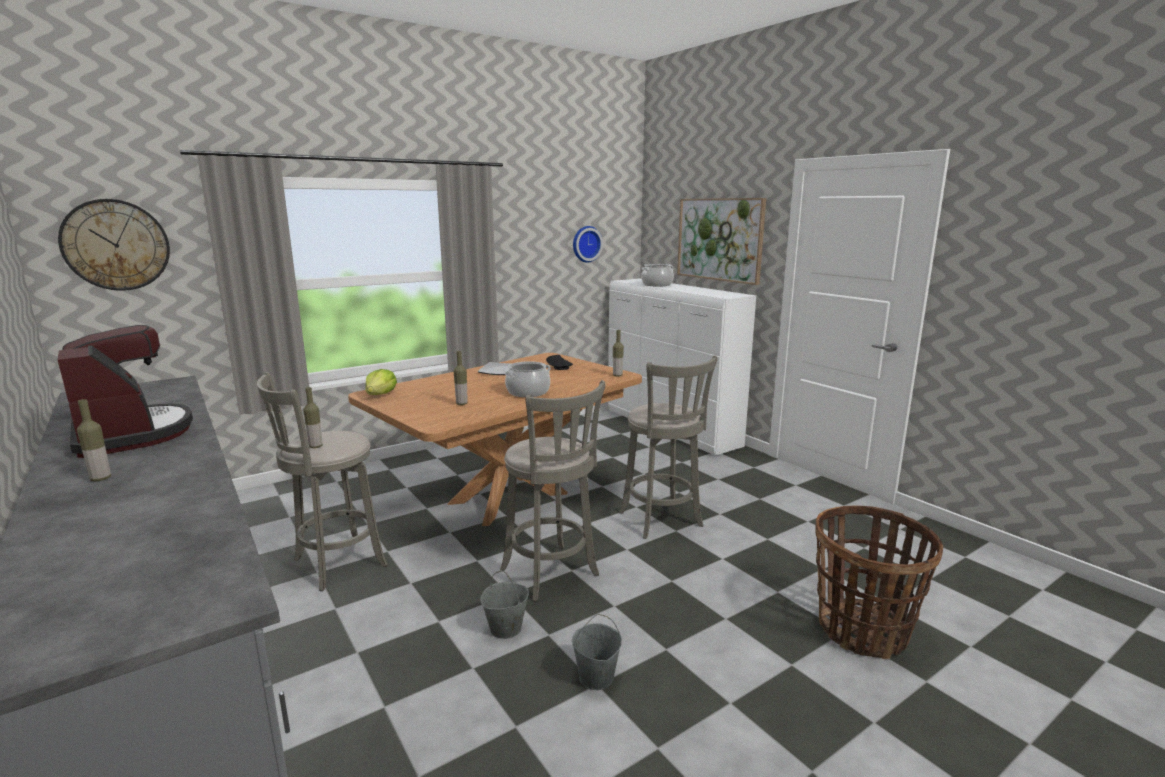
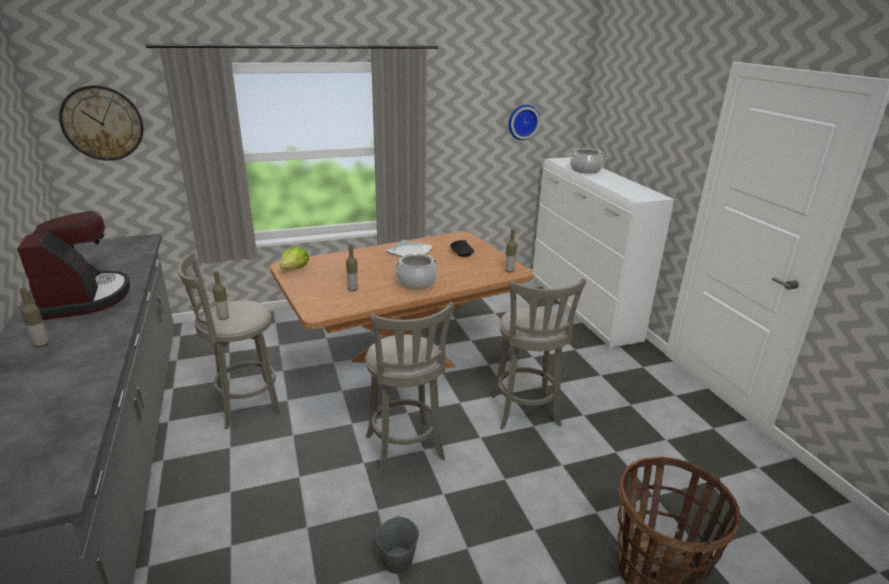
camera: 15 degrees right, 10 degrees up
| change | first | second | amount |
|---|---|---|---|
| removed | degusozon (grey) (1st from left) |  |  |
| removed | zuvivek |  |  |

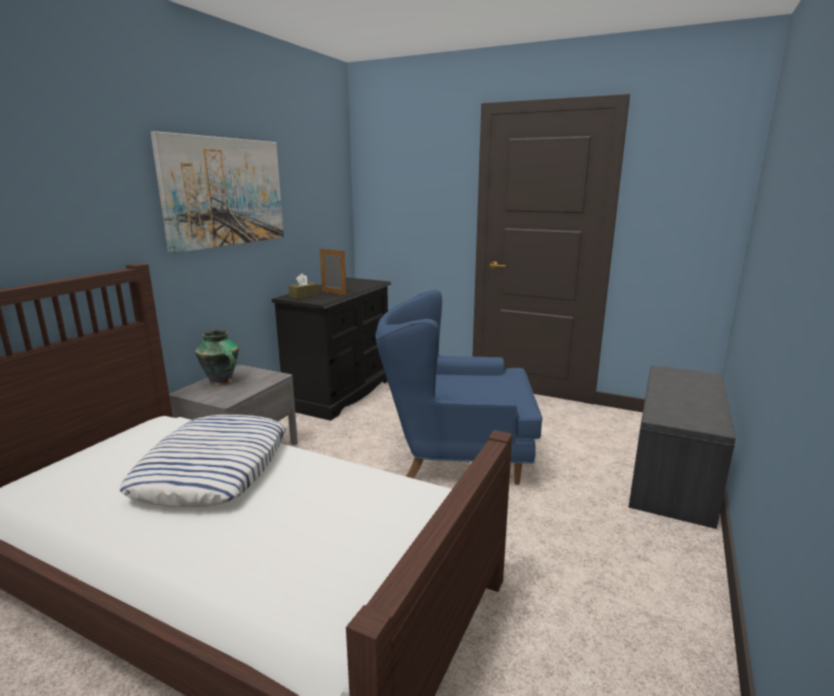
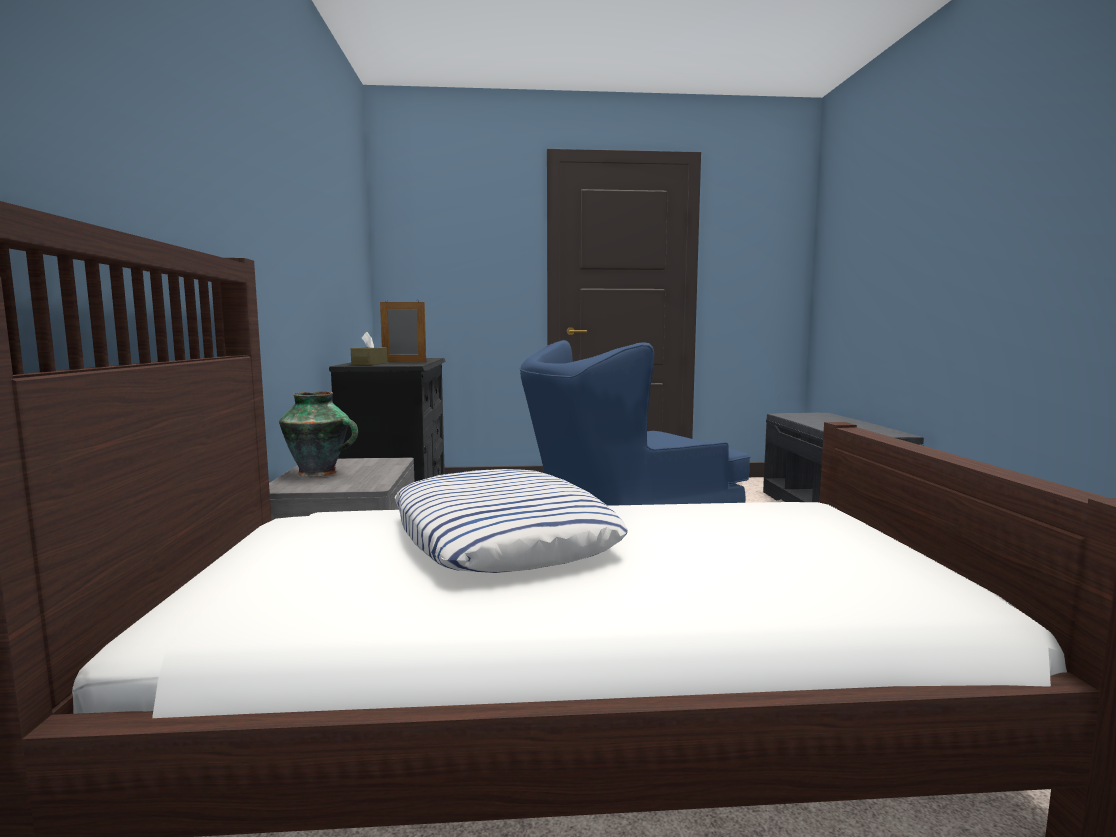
camera: 30 degrees left, 10 degrees down
| change | first | second | amount |
|---|---|---|---|
| removed | zuvivek |  |  |

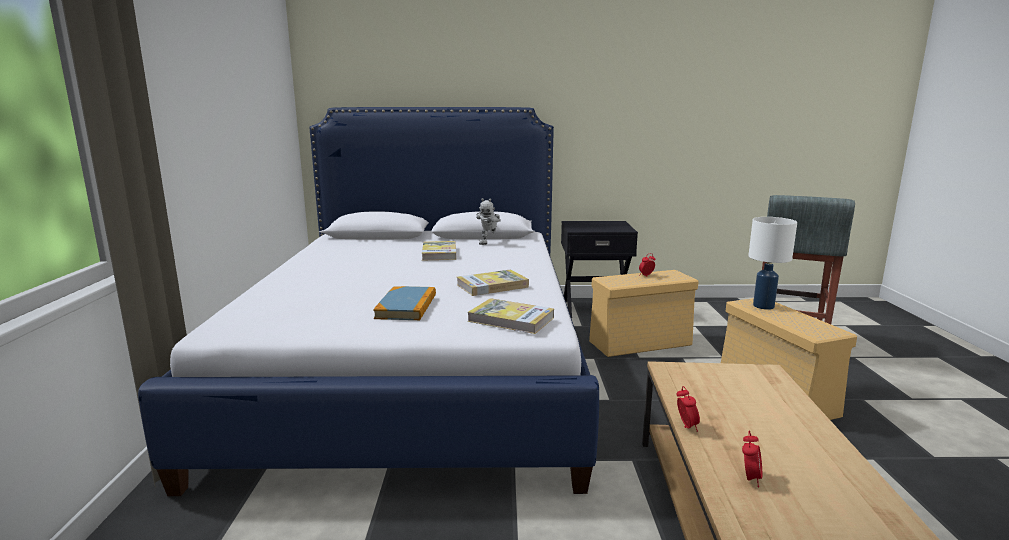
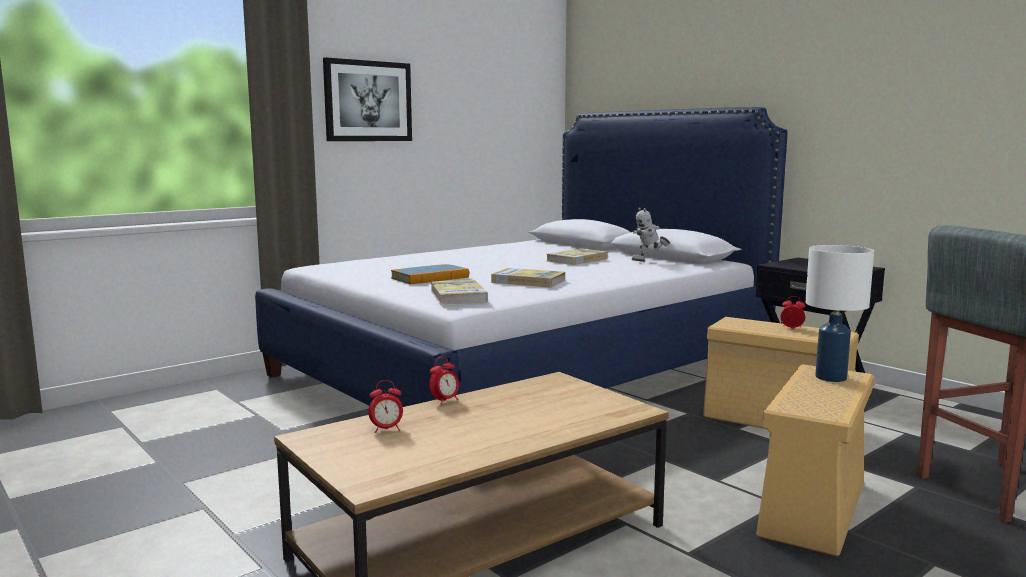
camera: 50 degrees right, 5 degrees down
| change | first | second | amount |
|---|---|---|---|
| added |  | zuvivek |  |

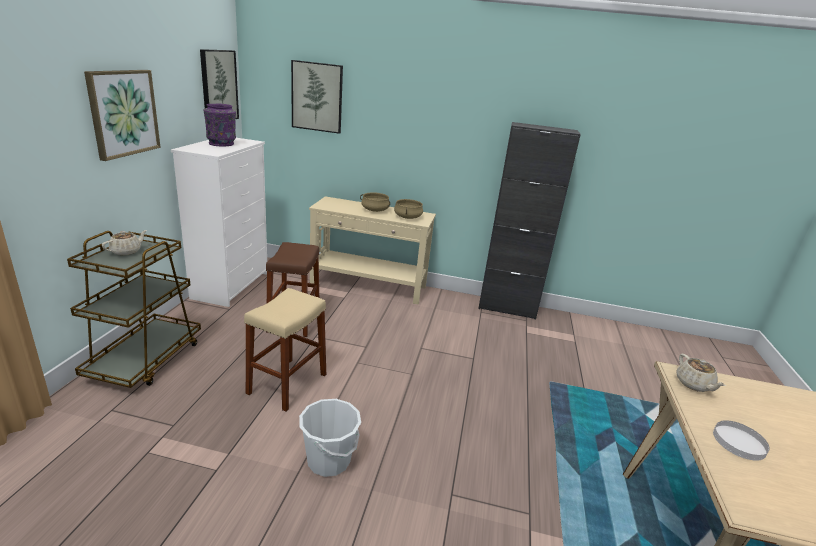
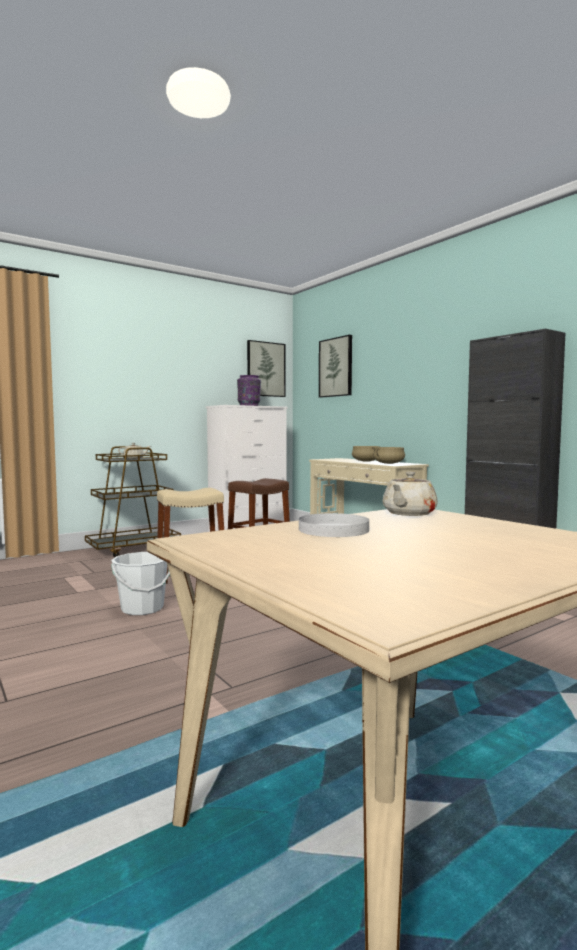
camera: 45 degrees right, 20 degrees down
| change | first | second | amount |
|---|---|---|---|
| removed | zuvivek (1st from left) |  |  |

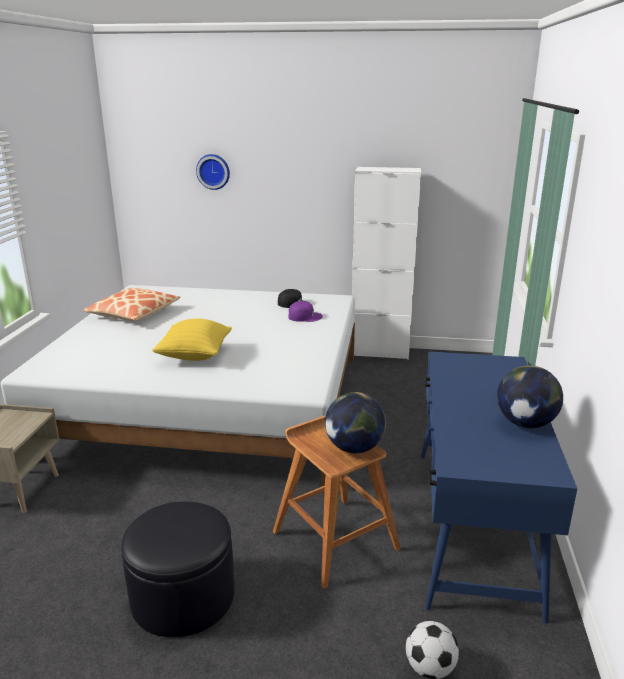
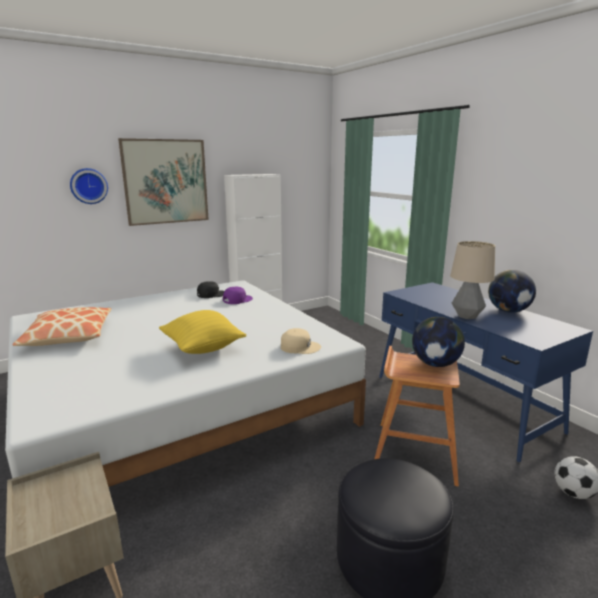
camera: 40 degrees left, 5 degrees down
| change | first | second | amount |
|---|---|---|---|
| added |  | zuvivek |  |
| added |  | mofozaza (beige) |  |
| added |  | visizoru |  |

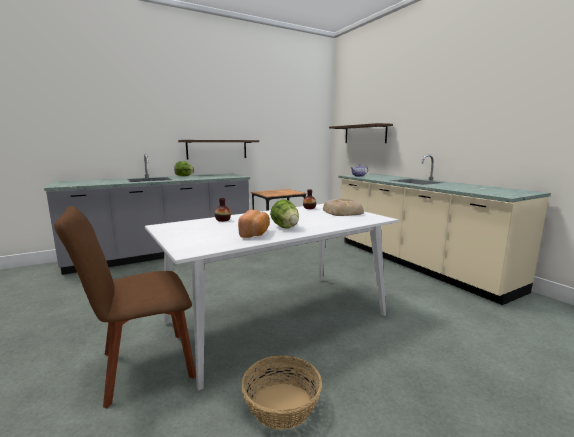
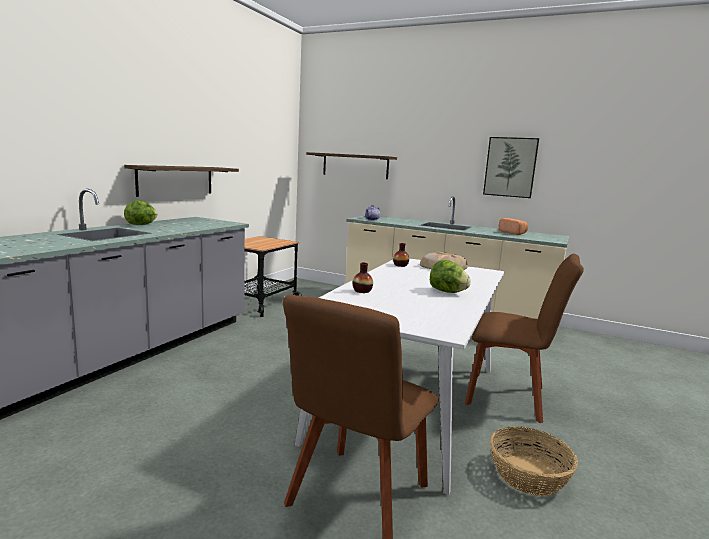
camera: 35 degrees left, 0 degrees up
| change | first | second | amount |
|---|---|---|---|
| moved | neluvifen (1st from left in the first image) | neluvifen (2nd from left) |  |
| added |  | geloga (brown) (2nd from left) |  |
| added |  | zuvivek |  |

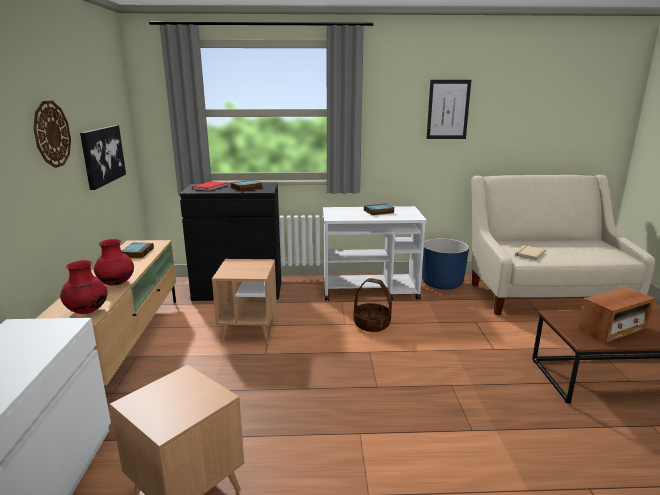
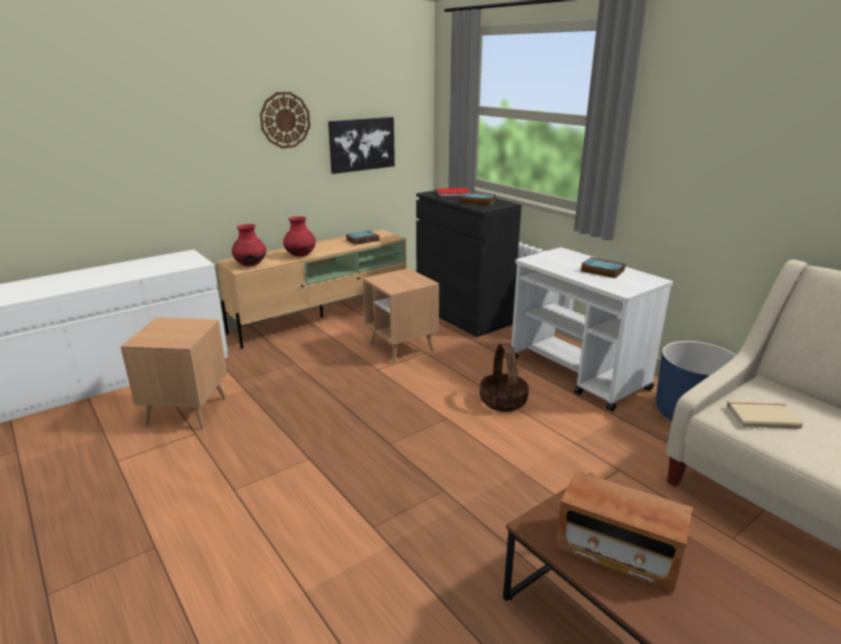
camera: 55 degrees right, 5 degrees up
| change | first | second | amount |
|---|---|---|---|
| removed | zuvivek (2nd from left) |  |  |

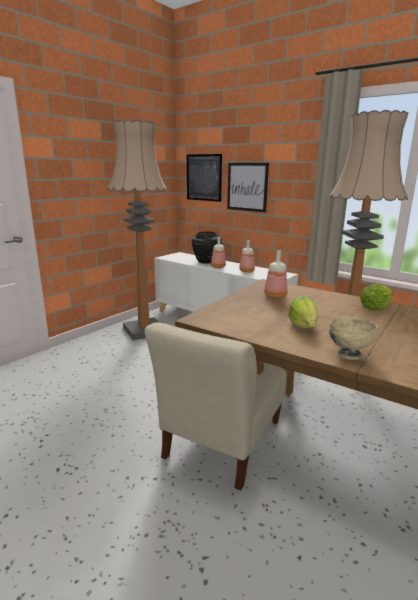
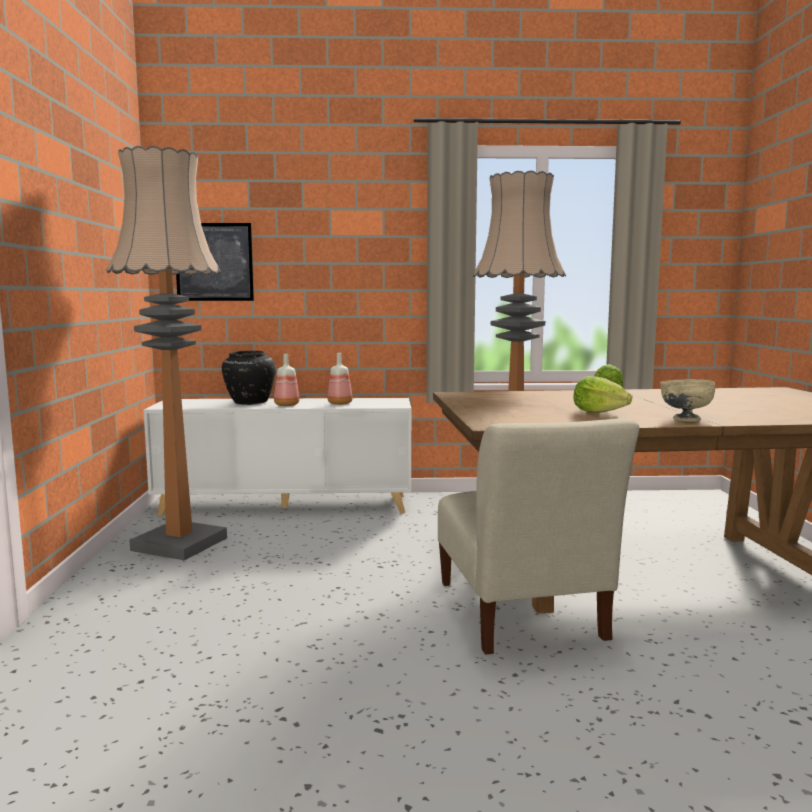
camera: 40 degrees left, 10 degrees down
| change | first | second | amount |
|---|---|---|---|
| removed | zuvivek (2nd from left) |  |  |
| removed | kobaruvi (3rd from left) |  |  |

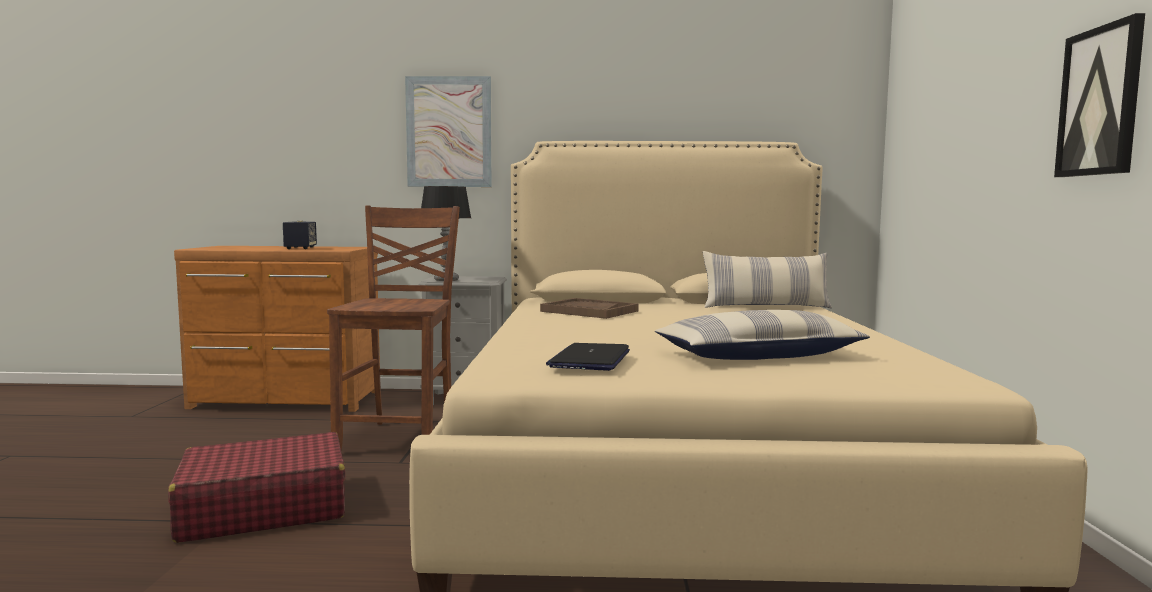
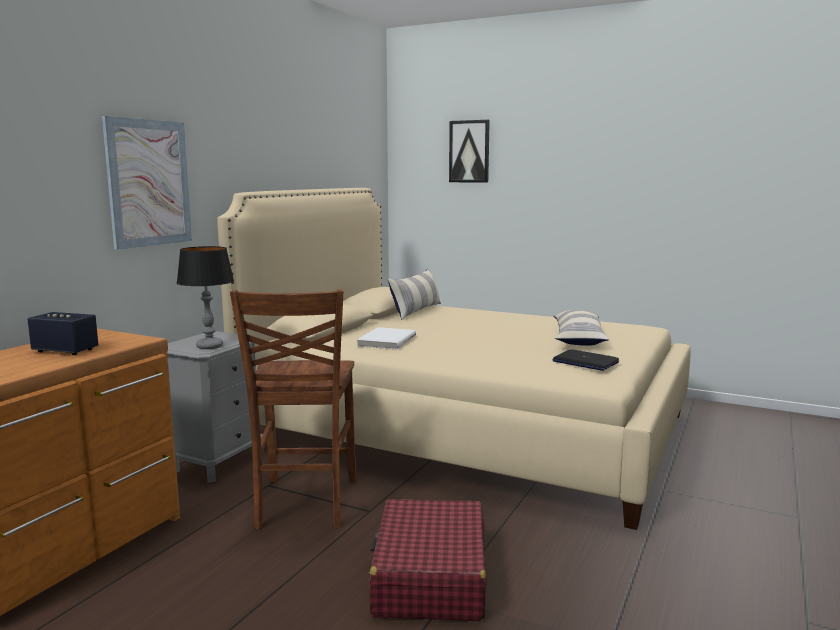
camera: 65 degrees left, 5 degrees up
| change | first | second | amount |
|---|---|---|---|
| turned | geloga (brown) |  | 120 degrees counterclockwise |
| replaced | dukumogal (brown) | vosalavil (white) |  |
| moved | zuvivek (2nd from left) |  |  |

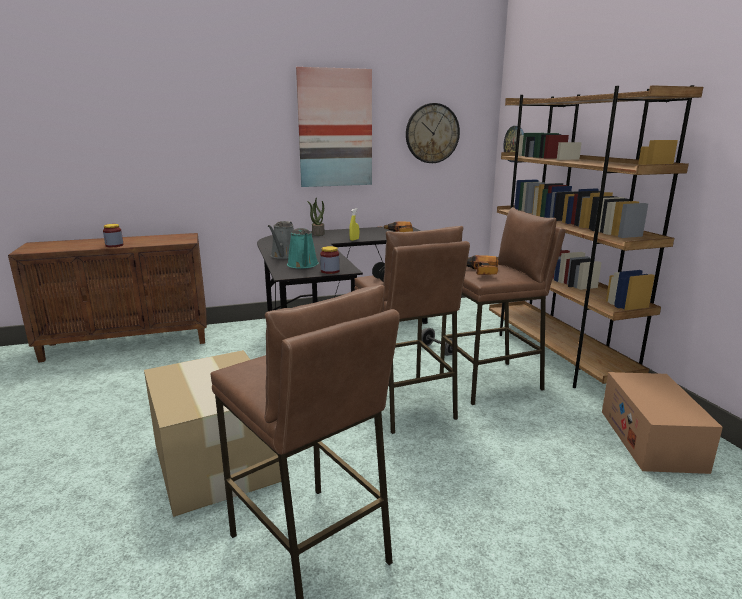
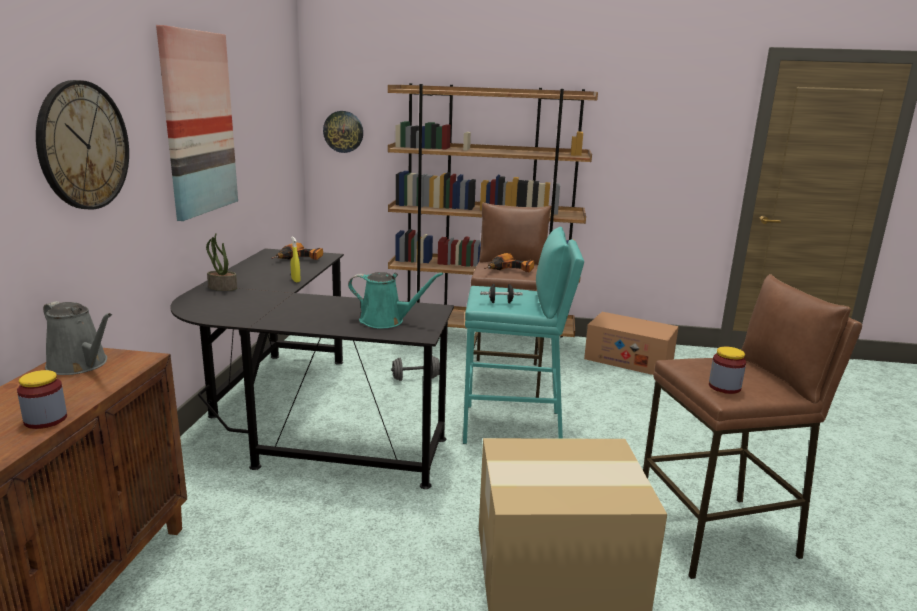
camera: 65 degrees left, 0 degrees up
| change | first | second | amount |
|---|---|---|---|
| moved | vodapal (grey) |  |  |
| moved | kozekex (2nd from left) |  |  |
| recoloured | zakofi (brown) (2nd from left) | zakofi (turquoise) |  |
| moved | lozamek (1st from left) |  |  |

